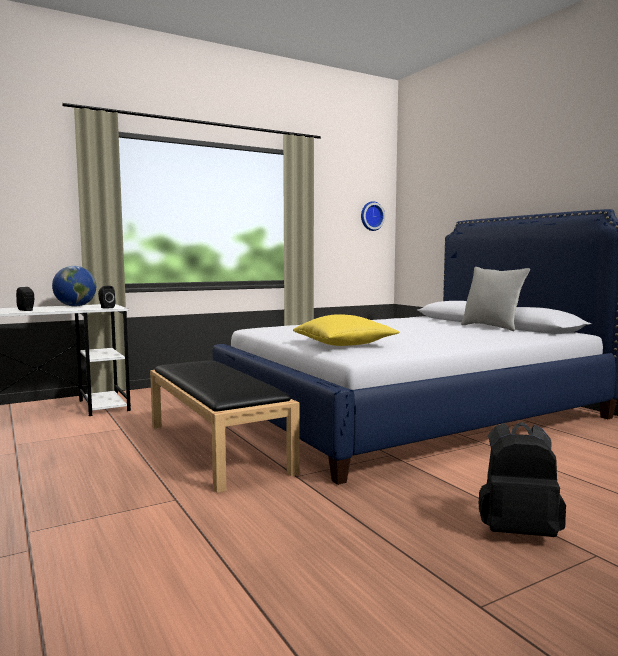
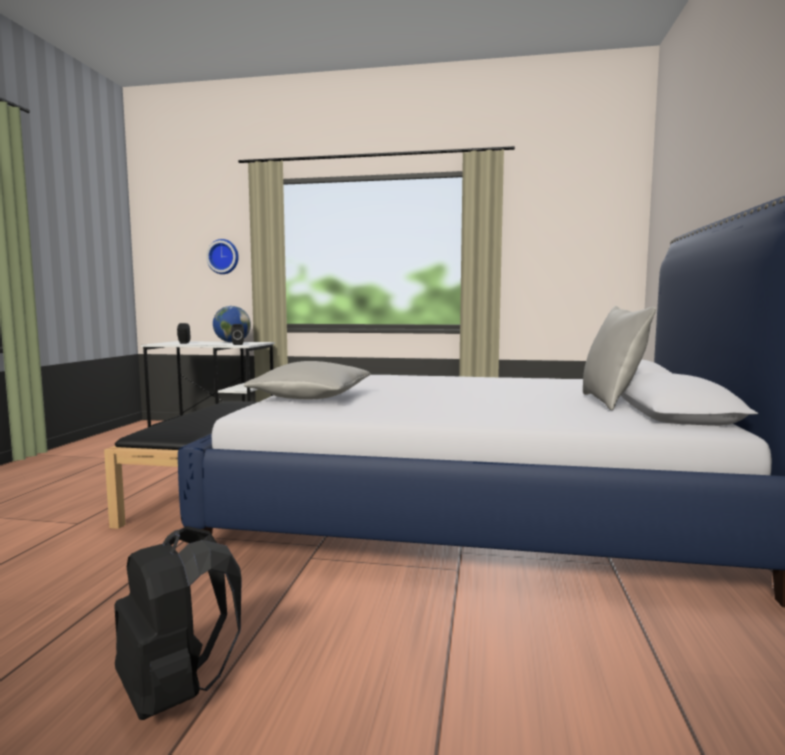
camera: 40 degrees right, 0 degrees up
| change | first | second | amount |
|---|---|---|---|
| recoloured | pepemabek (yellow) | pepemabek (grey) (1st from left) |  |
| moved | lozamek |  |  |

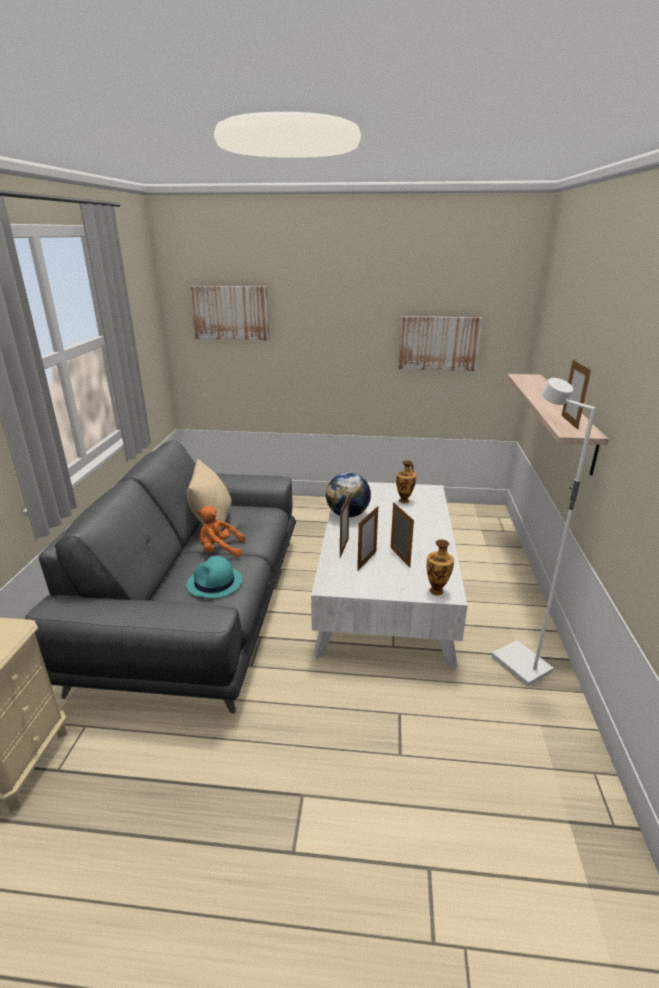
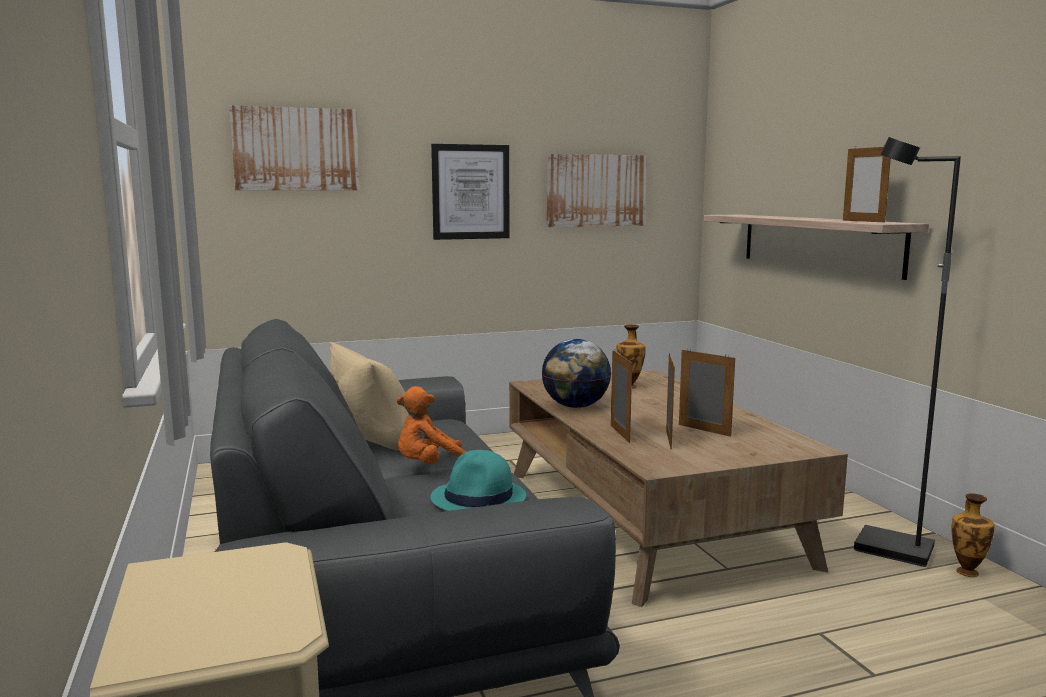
camera: 25 degrees left, 15 degrees down
| change | first | second | amount |
|---|---|---|---|
| recoloured | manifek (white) | manifek (brown) |  |
| moved | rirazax (2nd from left) |  |  |
| recoloured | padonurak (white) | padonurak (black) |  |
| added |  | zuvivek (2nd from left) |  |

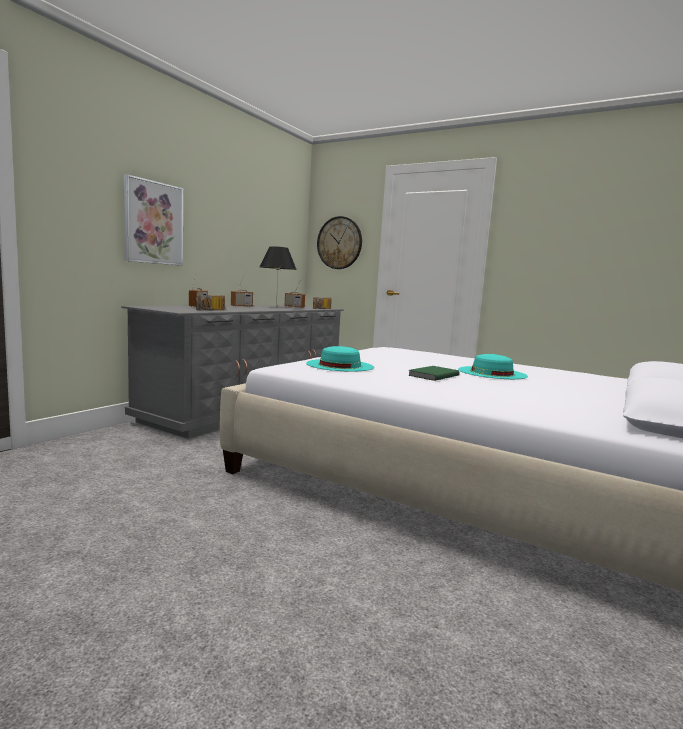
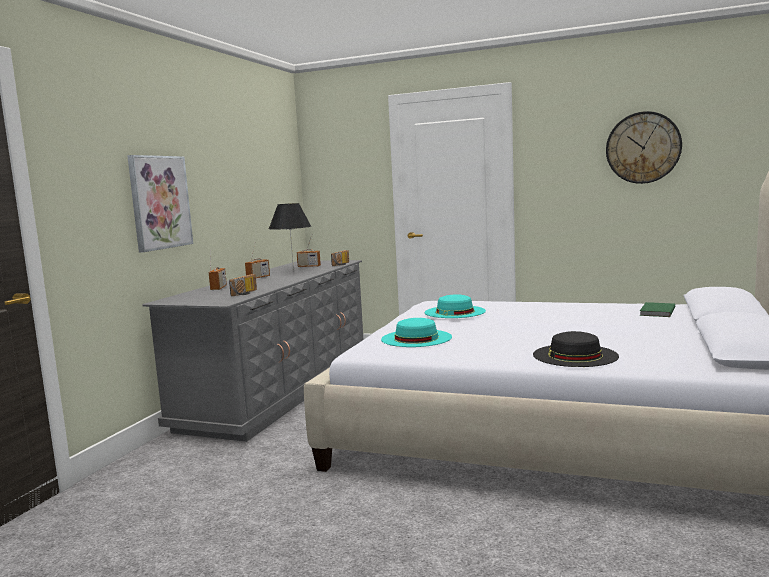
camera: 10 degrees left, 0 degrees up
| change | first | second | amount |
|---|---|---|---|
| moved | lozamek |  |  |
| moved | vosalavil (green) |  |  |
| moved | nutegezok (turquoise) (2nd from left) |  |  |
| added |  | nutegezok (black) |  |

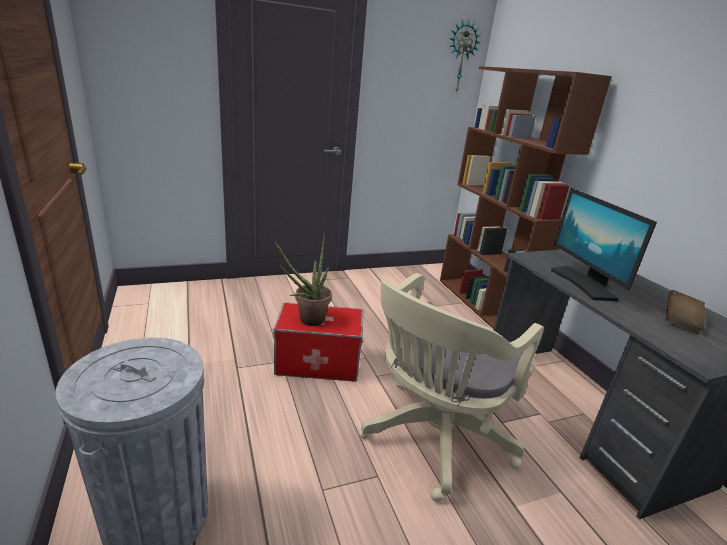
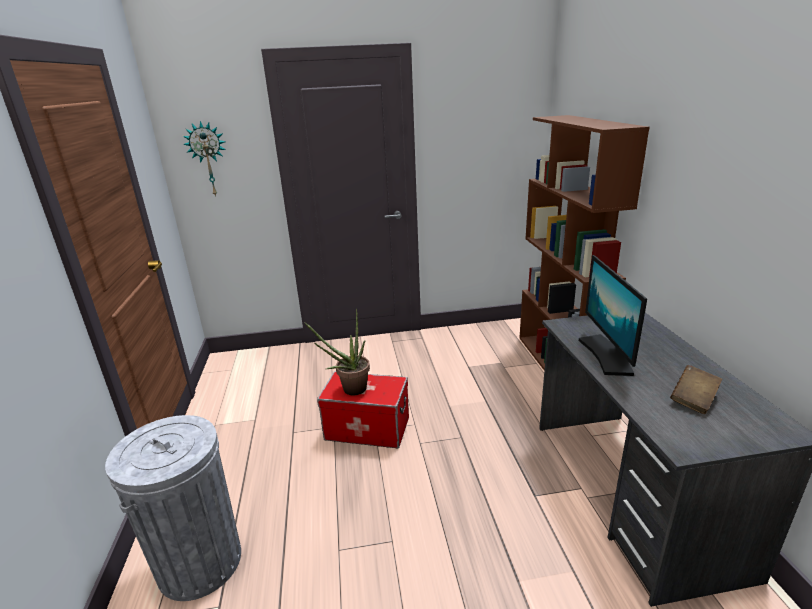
camera: 15 degrees right, 0 degrees up
| change | first | second | amount |
|---|---|---|---|
| removed | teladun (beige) |  |  |
| moved | lozamek |  |  |

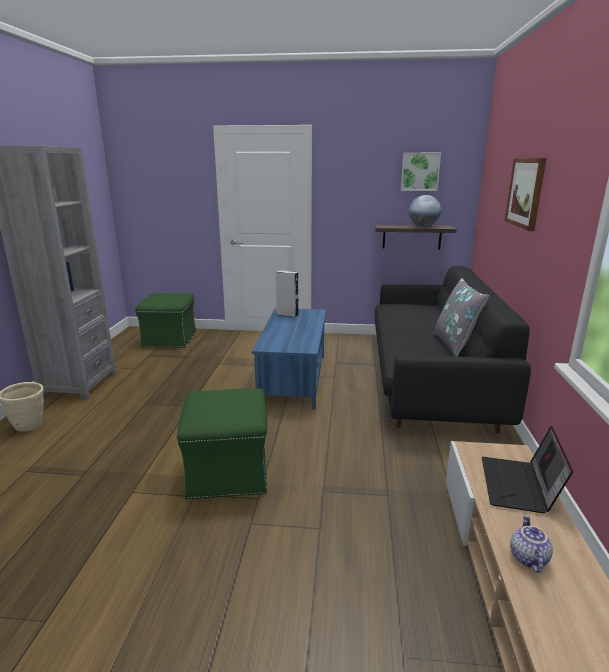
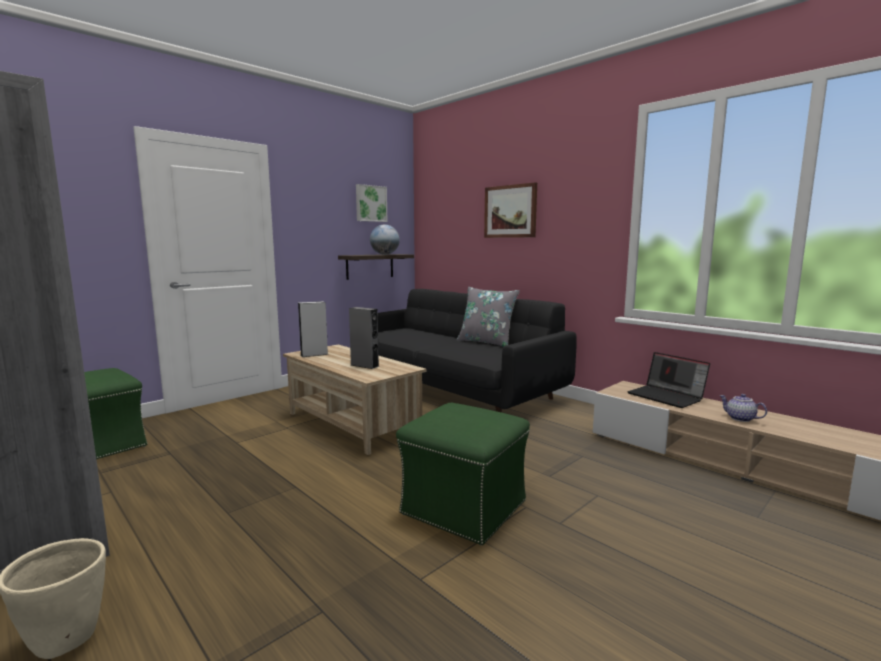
camera: 50 degrees left, 10 degrees down
| change | first | second | amount |
|---|---|---|---|
| recoloured | manifek (blue) | manifek (beige) |  |
| added |  | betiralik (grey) (2nd from left) |  |

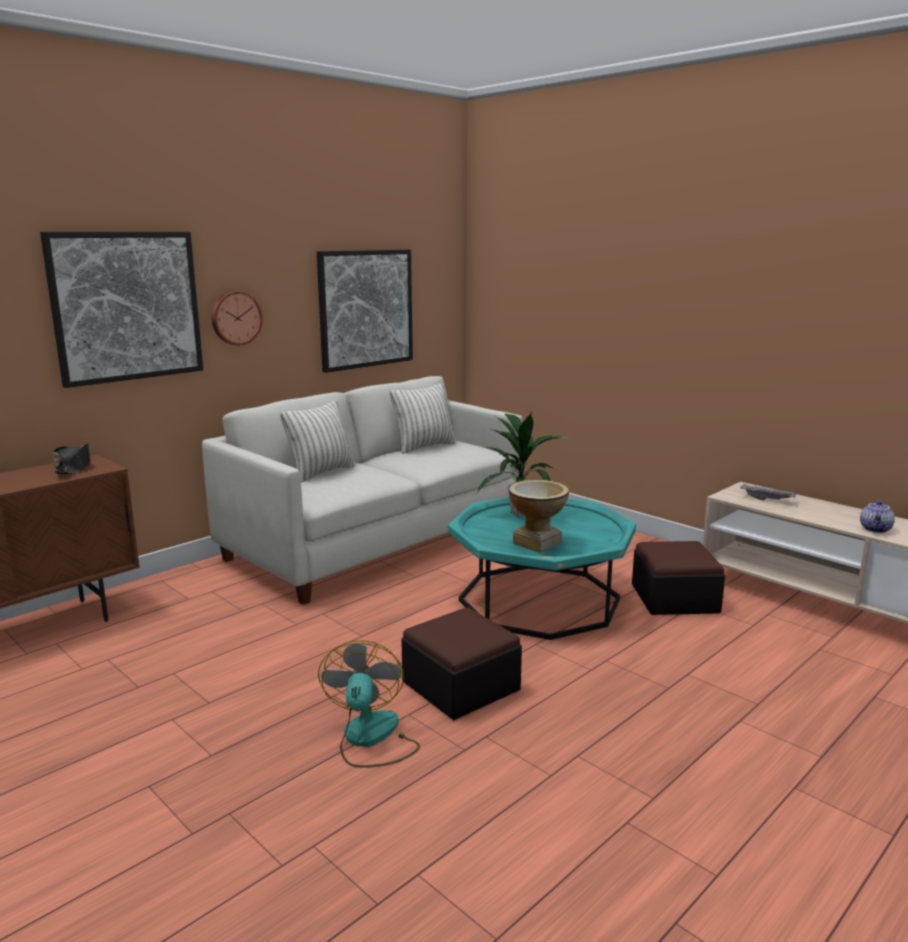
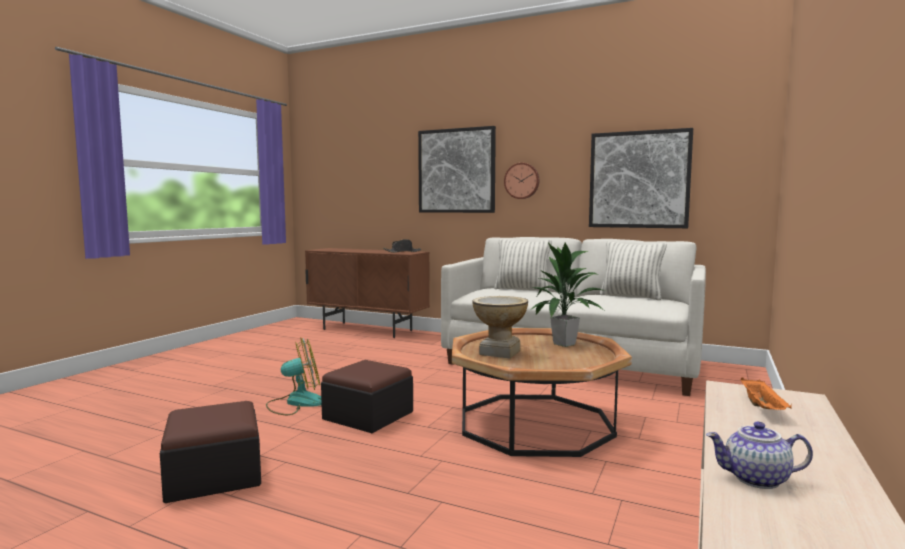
camera: 70 degrees right, 10 degrees down
| change | first | second | amount |
|---|---|---|---|
| recoloured | manifek (turquoise) | manifek (brown) |  |
| moved | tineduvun (2nd from left in the first image) | tineduvun (1st from left) |  |
| recoloured | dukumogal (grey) | dukumogal (orange) |  |

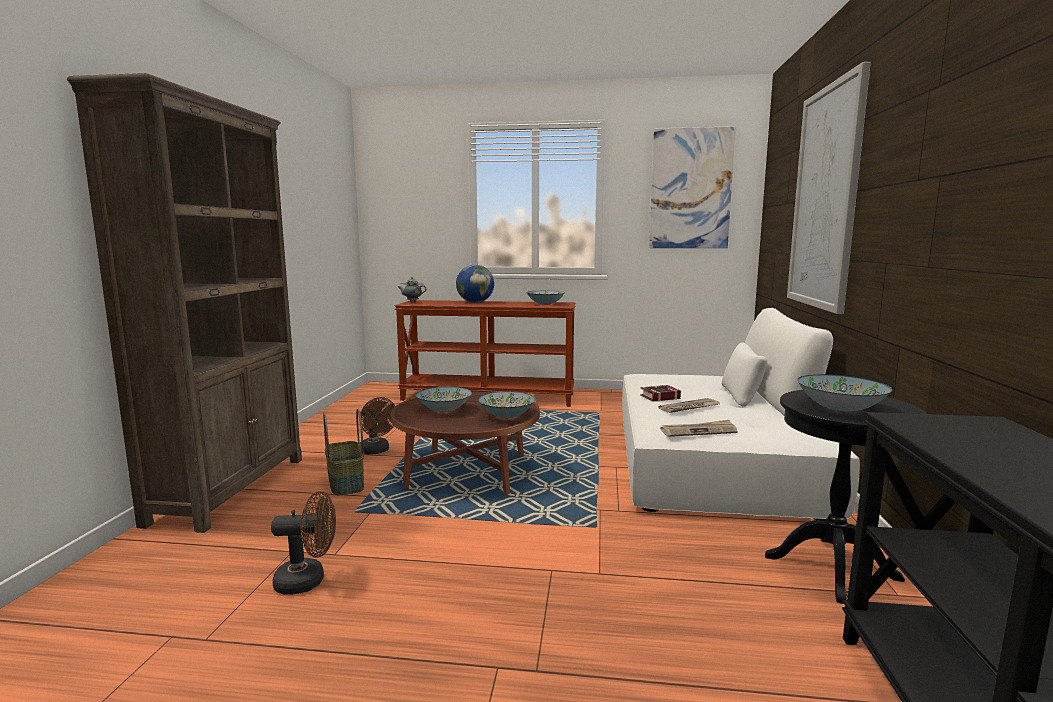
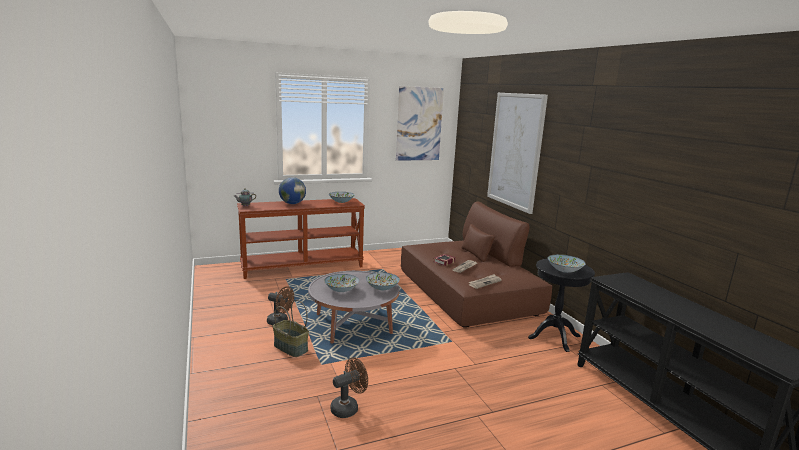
camera: 30 degrees left, 5 degrees up
| change | first | second | amount |
|---|---|---|---|
| removed | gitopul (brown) |  |  |
| recoloured | manifek (brown) | manifek (grey) |  |
| recoloured | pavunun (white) | pavunun (brown) |  |

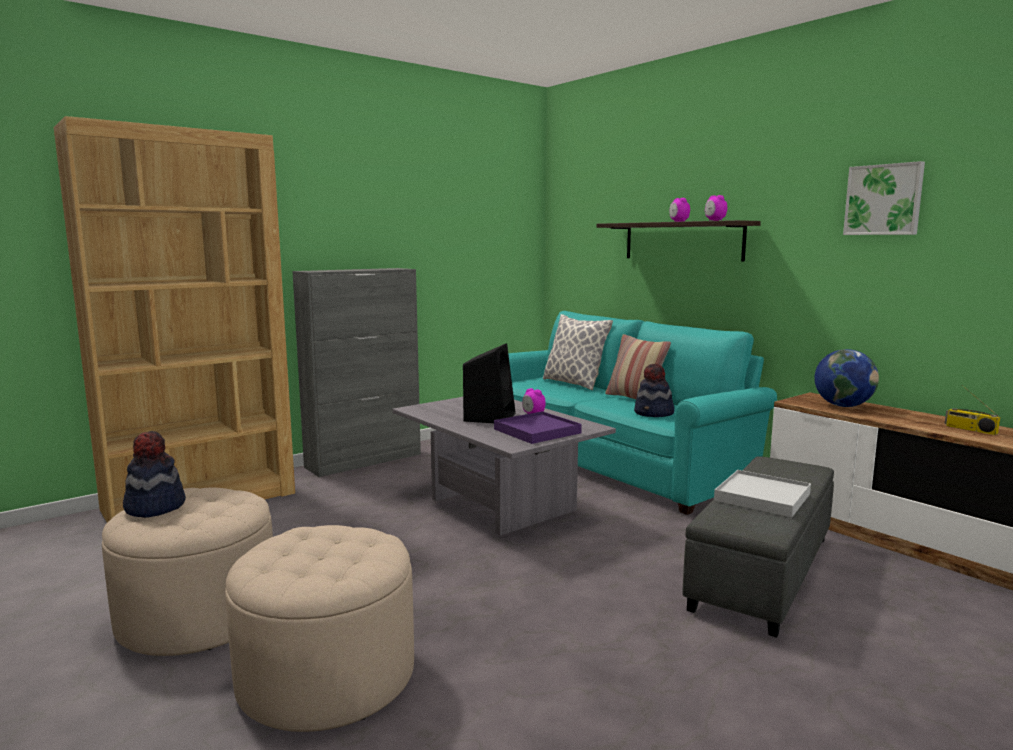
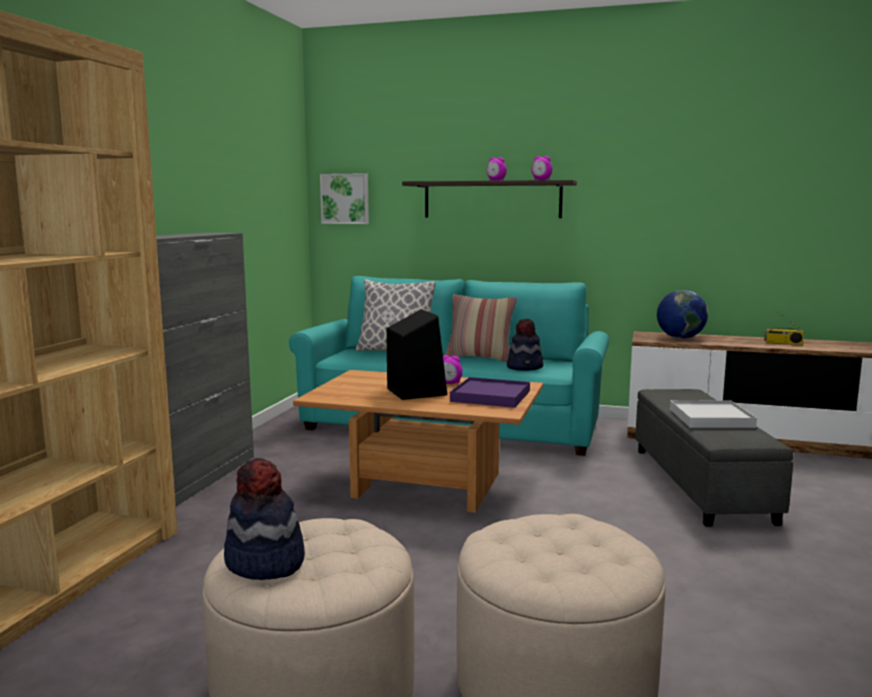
camera: 35 degrees left, 0 degrees up
| change | first | second | amount |
|---|---|---|---|
| recoloured | manifek (grey) | manifek (brown) |  |
| moved | zuvivek |  |  |

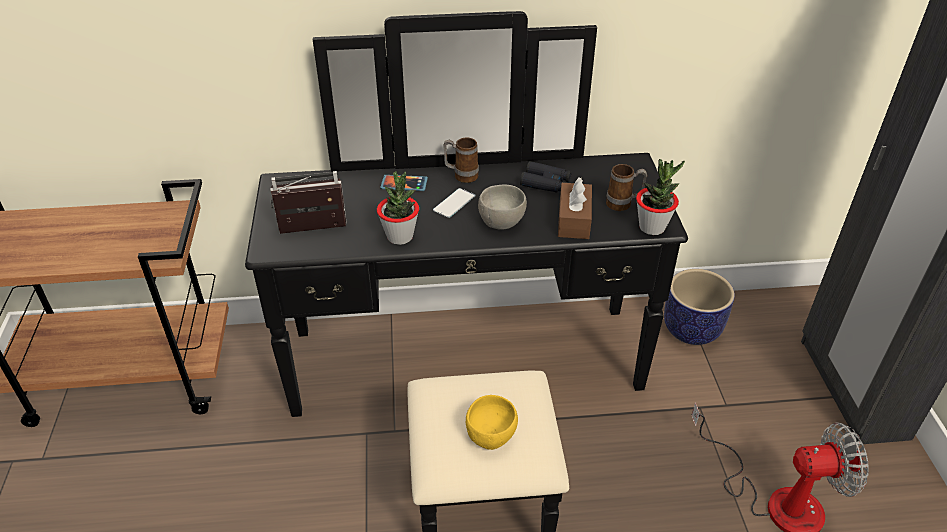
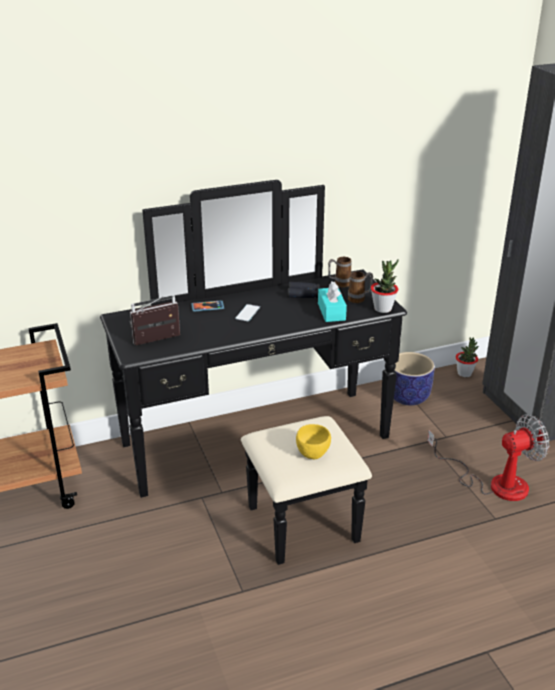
camera: 15 degrees left, 10 degrees down
| change | first | second | amount |
|---|---|---|---|
| moved | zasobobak (1st from left in the first image) | zasobobak (2nd from left) |  |
| moved | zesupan (1st from left) |  |  |
| removed | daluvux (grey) |  |  |
| recoloured | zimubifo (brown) | zimubifo (turquoise) |  |

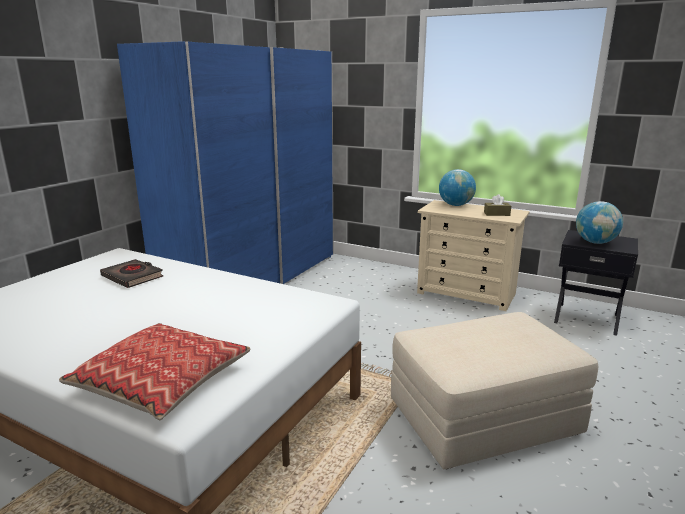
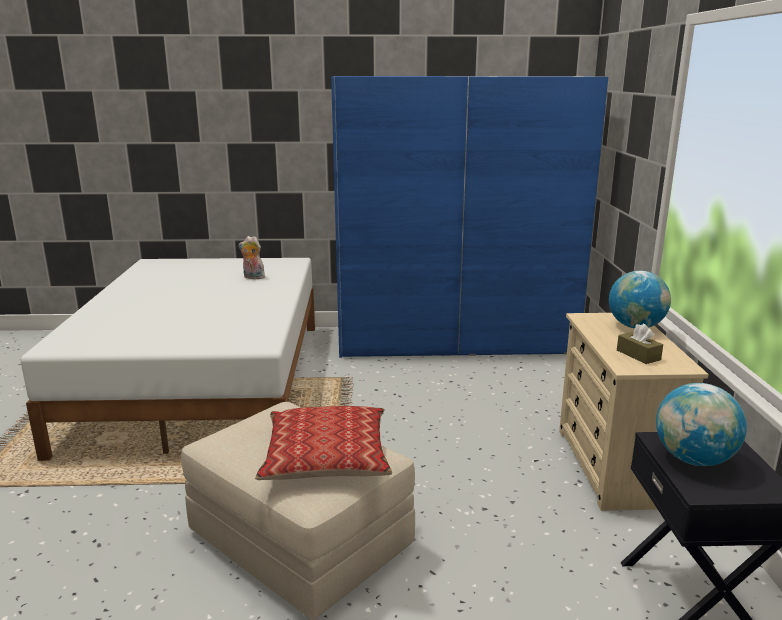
camera: 60 degrees right, 0 degrees up
| change | first | second | amount |
|---|---|---|---|
| moved | pepemabek |  |  |
| replaced | vosalavil (black) | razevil |  |

